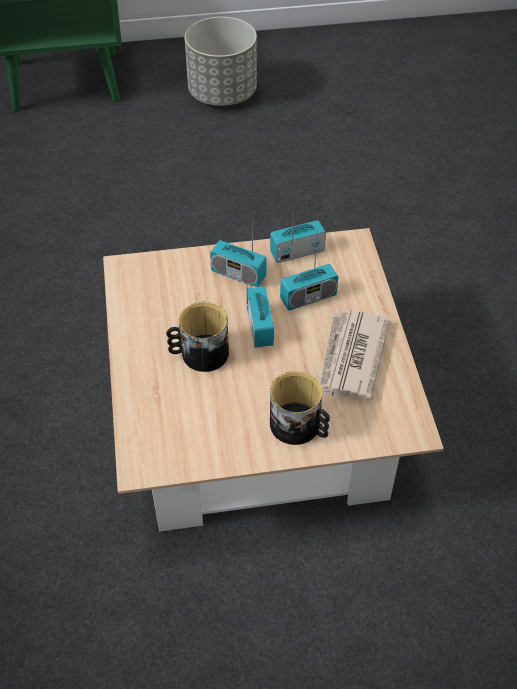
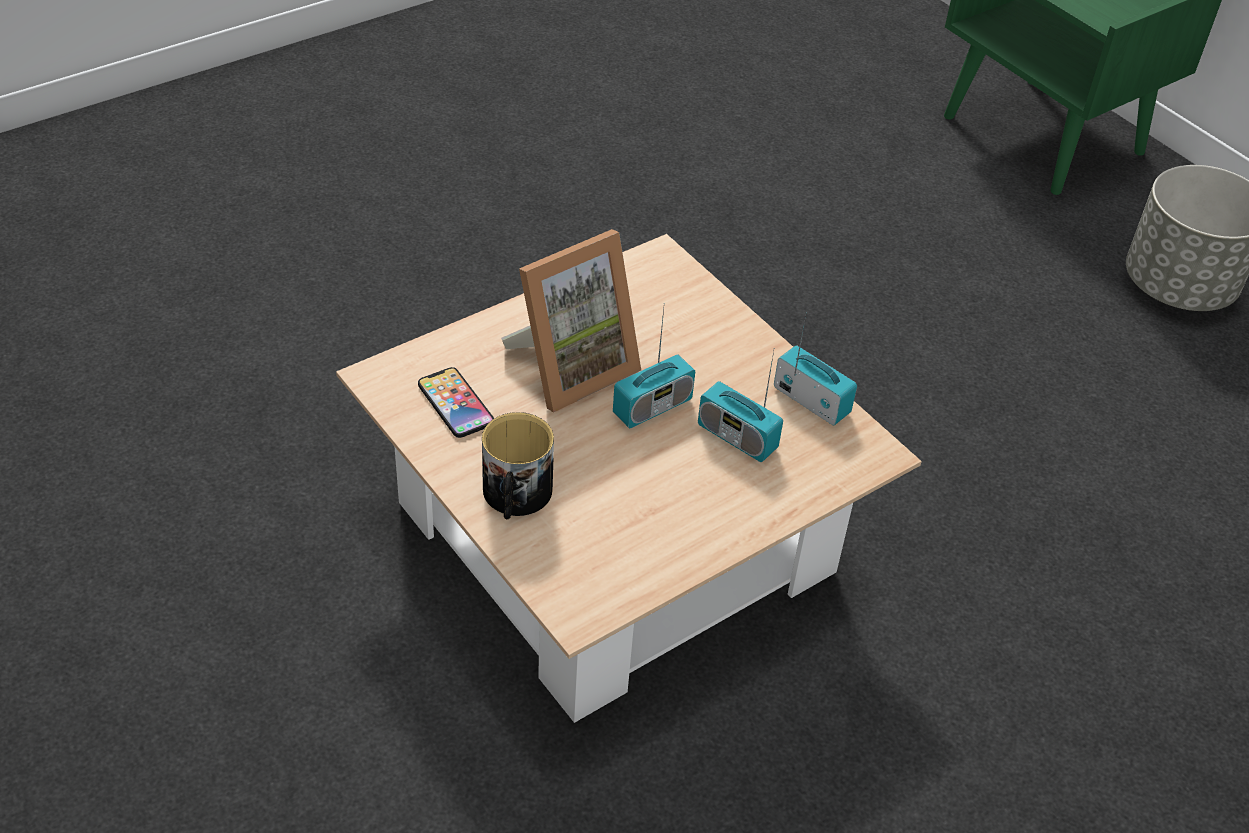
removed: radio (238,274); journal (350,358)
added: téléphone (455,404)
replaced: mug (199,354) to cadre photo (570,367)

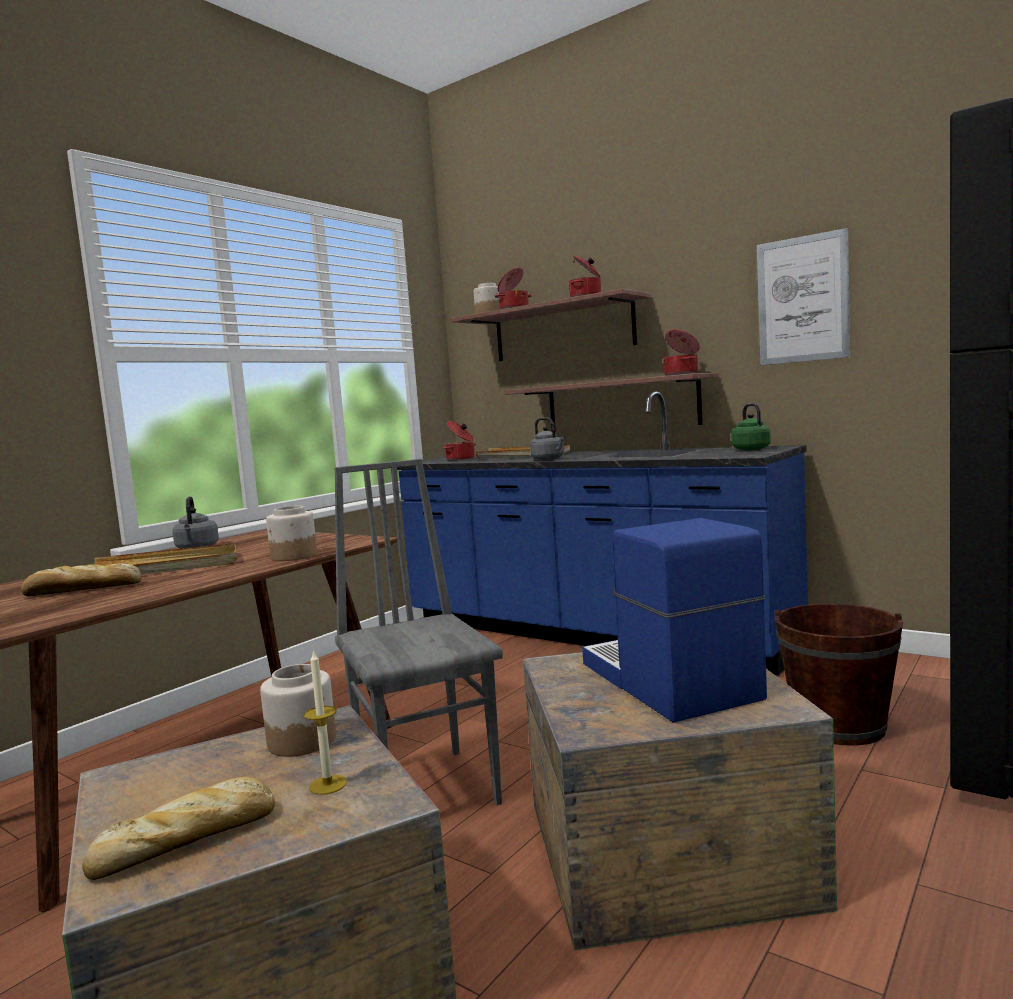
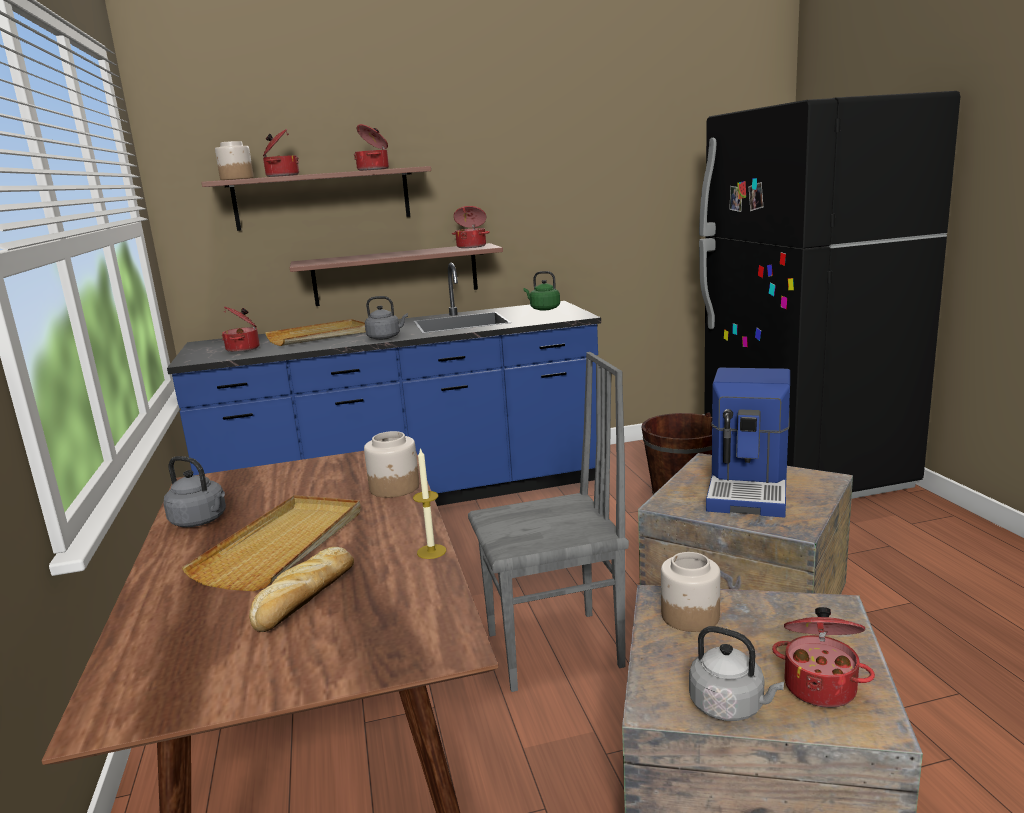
removed: tableau (802,299)
added: bouilloire [gris] (730,707)
moved: bougie (328,785) to (431,551)
replaced: pain (190,839) to marmite (820,686)
turned: chaise [gris] (429,788) = (556,651) 150 degrees clockwise; machine à café (666,682) = (750,488) 90 degrees counterclockwise

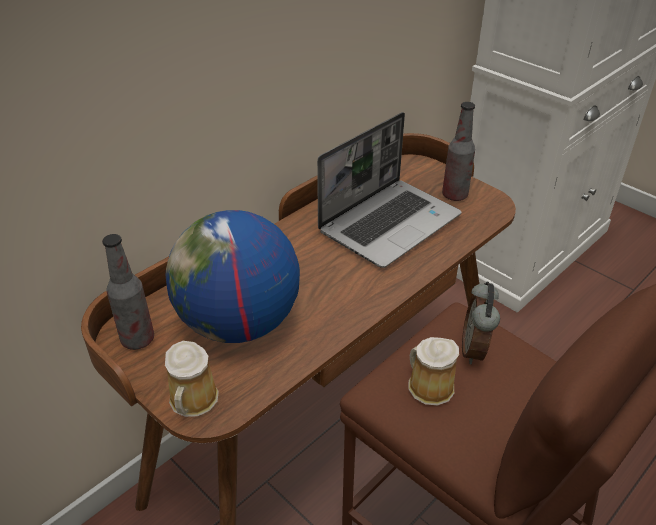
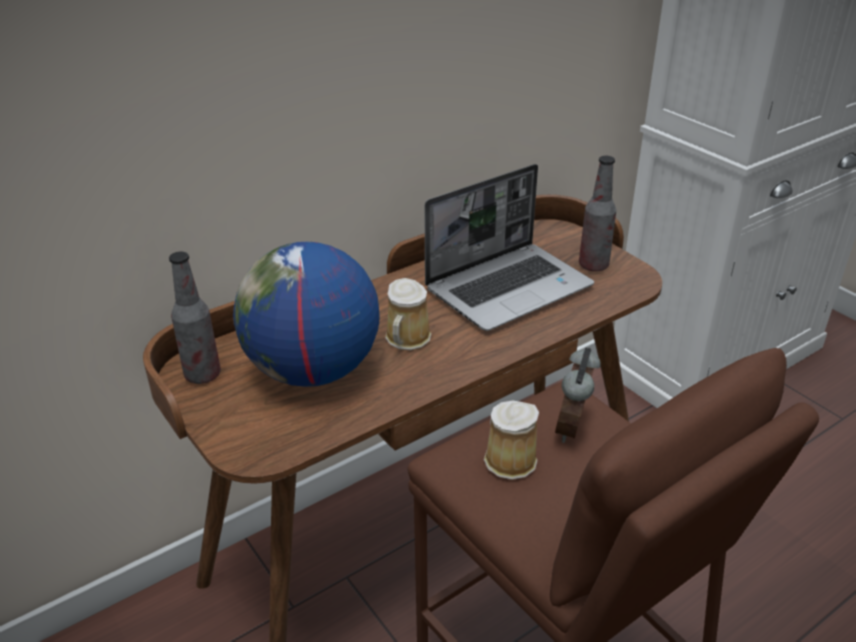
moved: mug (192,401) to (406,339)

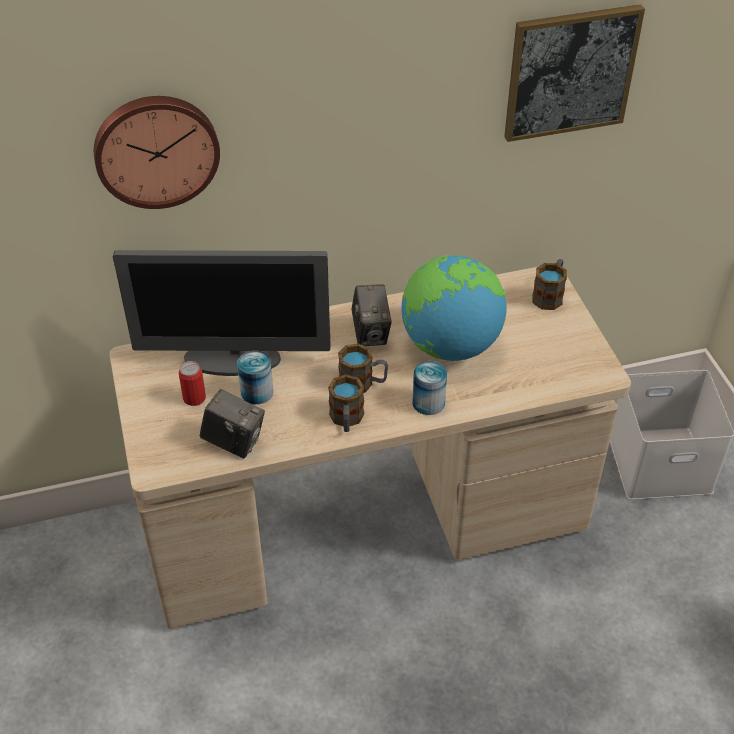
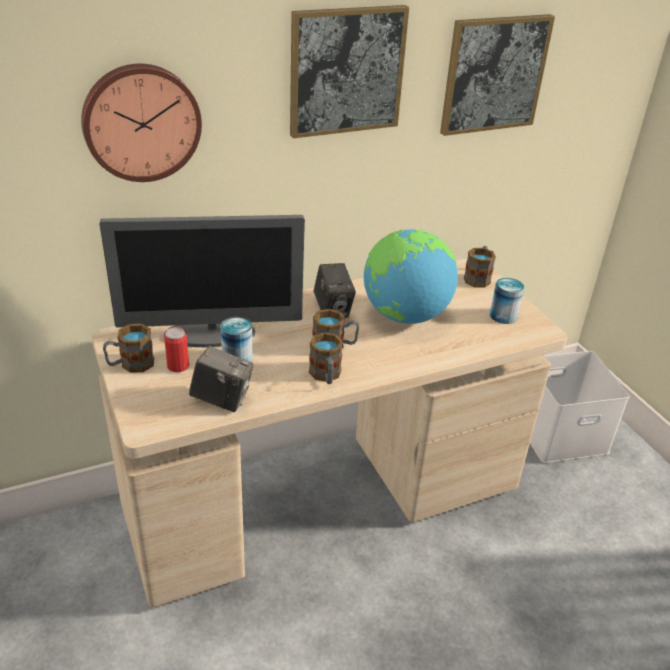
added: tableau (346,71); mug (130,364)
moved: boîte métallique (428,402) to (503,316)

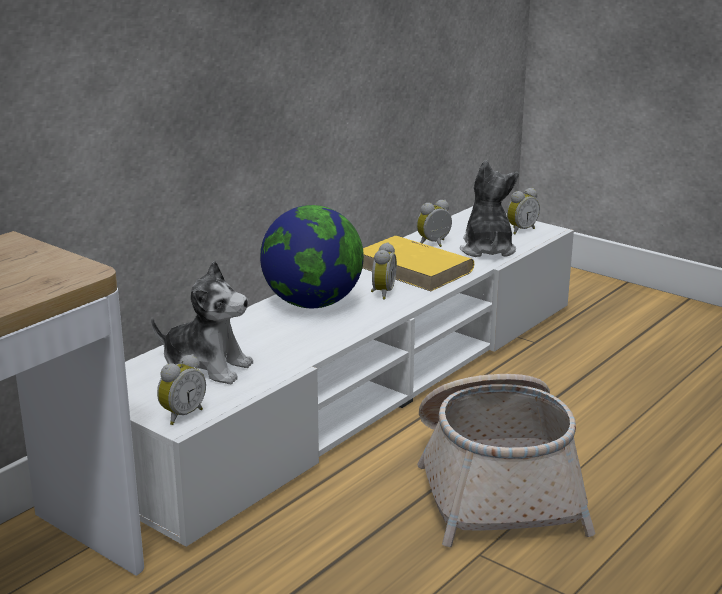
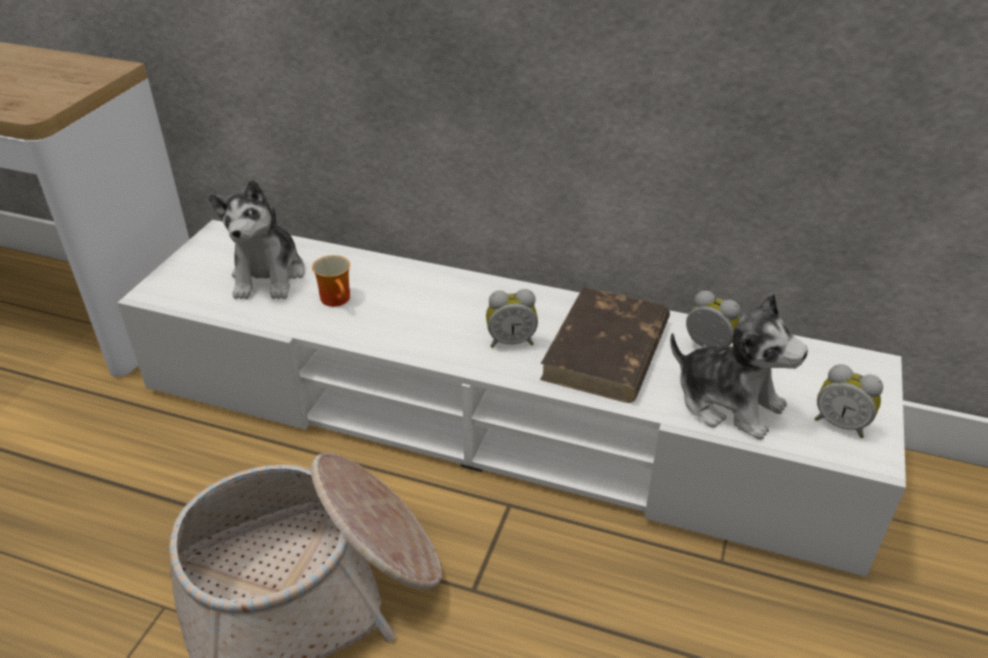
removed: globe (312,304); réveil (181,415)
added: mug (339,299)
recoloured: livre [jaune] (415,269) to livre [marron] (606,351)
turned: peluche (487,249) = (728,402) 60 degrees clockwise

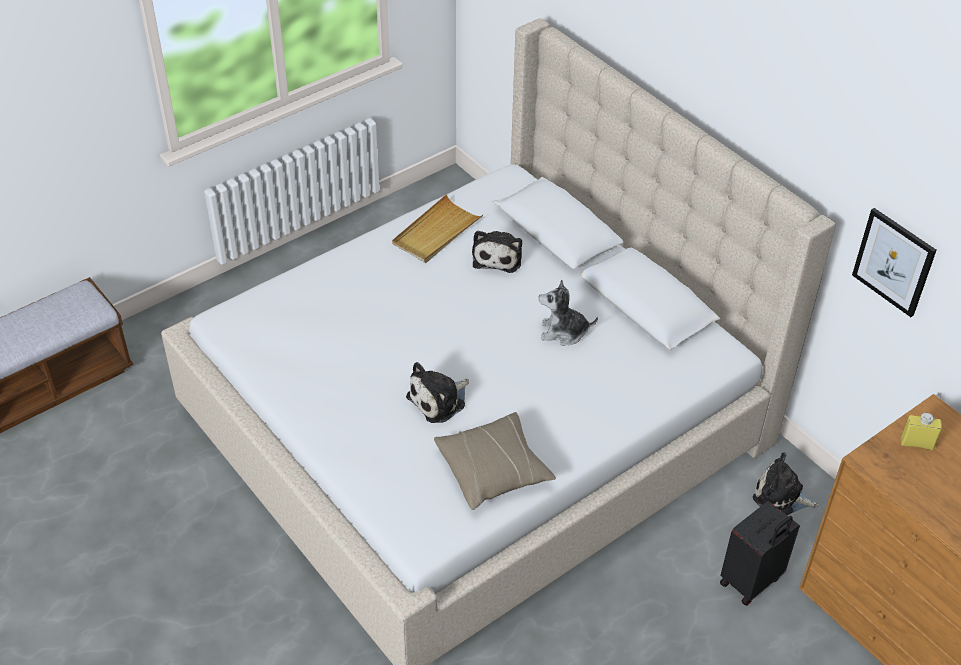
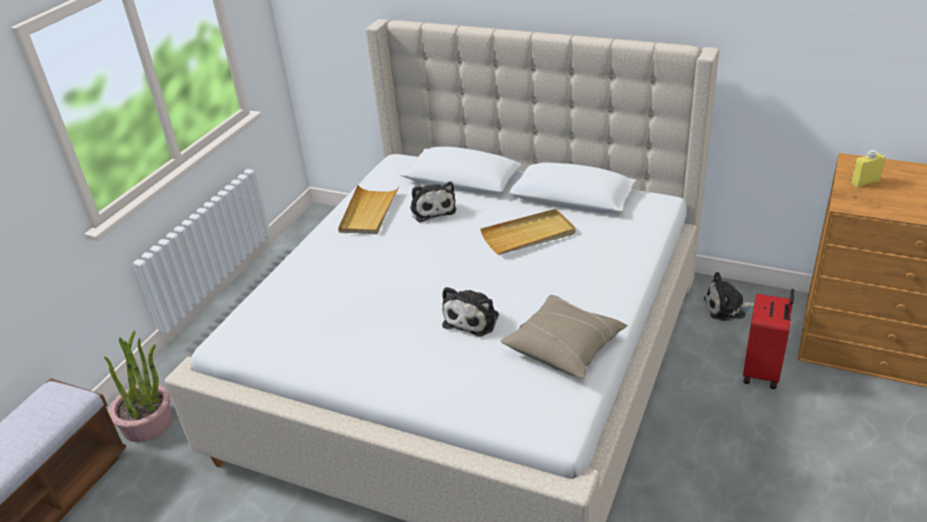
removed: tableau (894,262)
added: plante en pot (148,423)
replaced: peluche (563,332) to plateau [beige] (528,235)
recoloured: valise [noir] (751,581) to valise [rouge] (763,371)

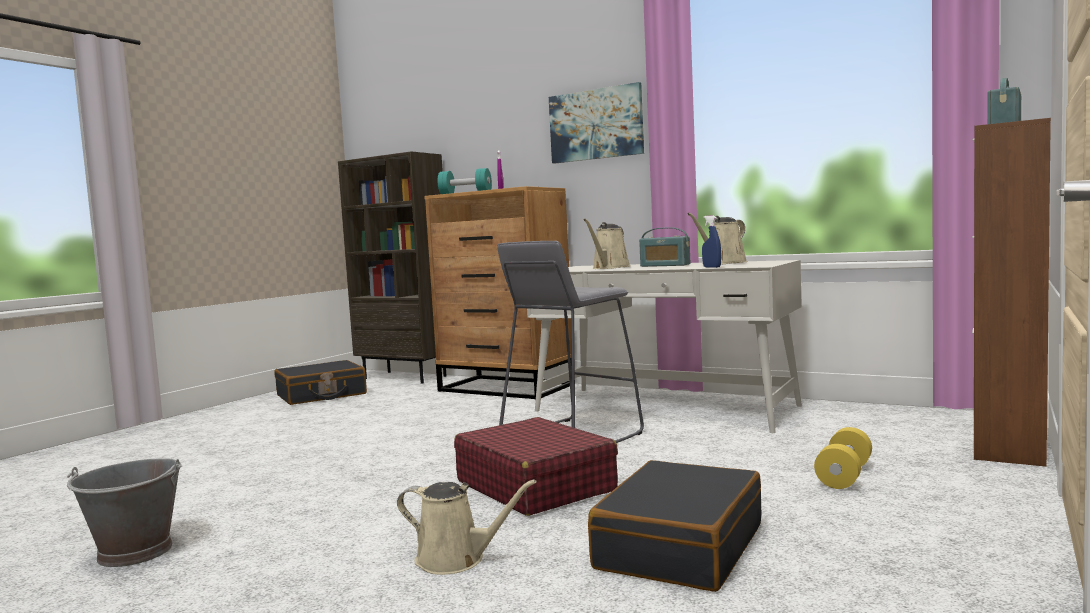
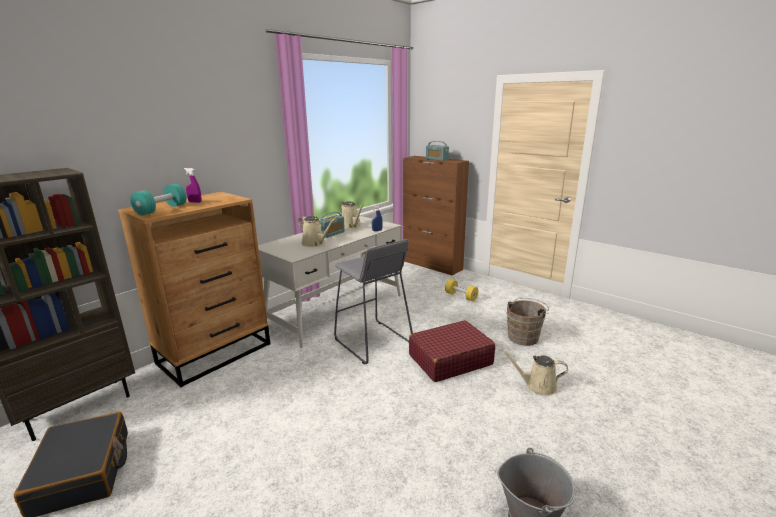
removed: tableau (596,124)
replaced: valise [noir] (679,546) to seau [marron] (524,337)
turned: arrosoir [beige] (456,560) = (537,386) 105 degrees counterclockwise

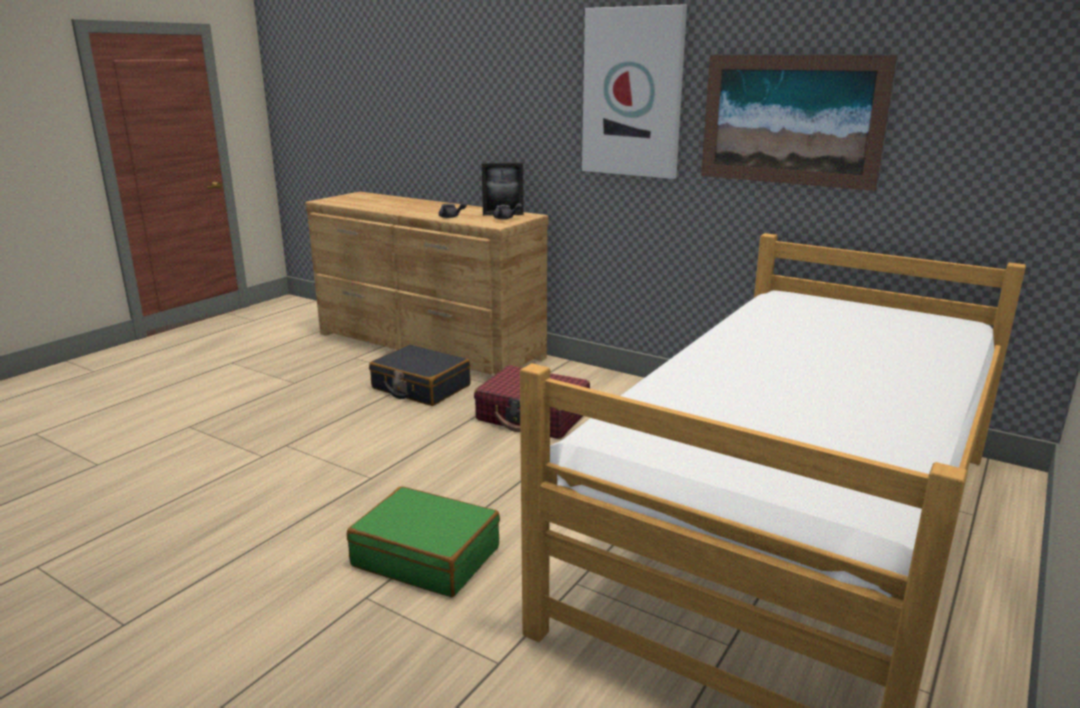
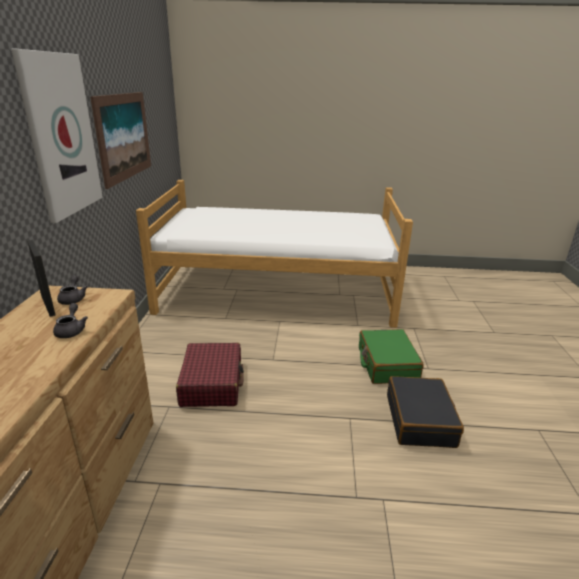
moved: valise [noir] (420,387) to (420,420)

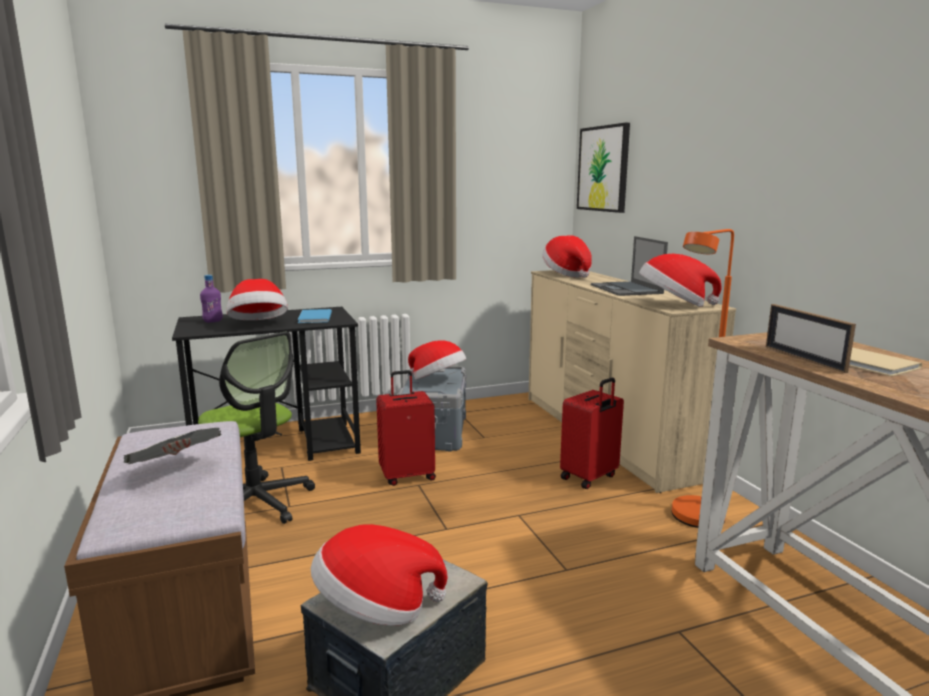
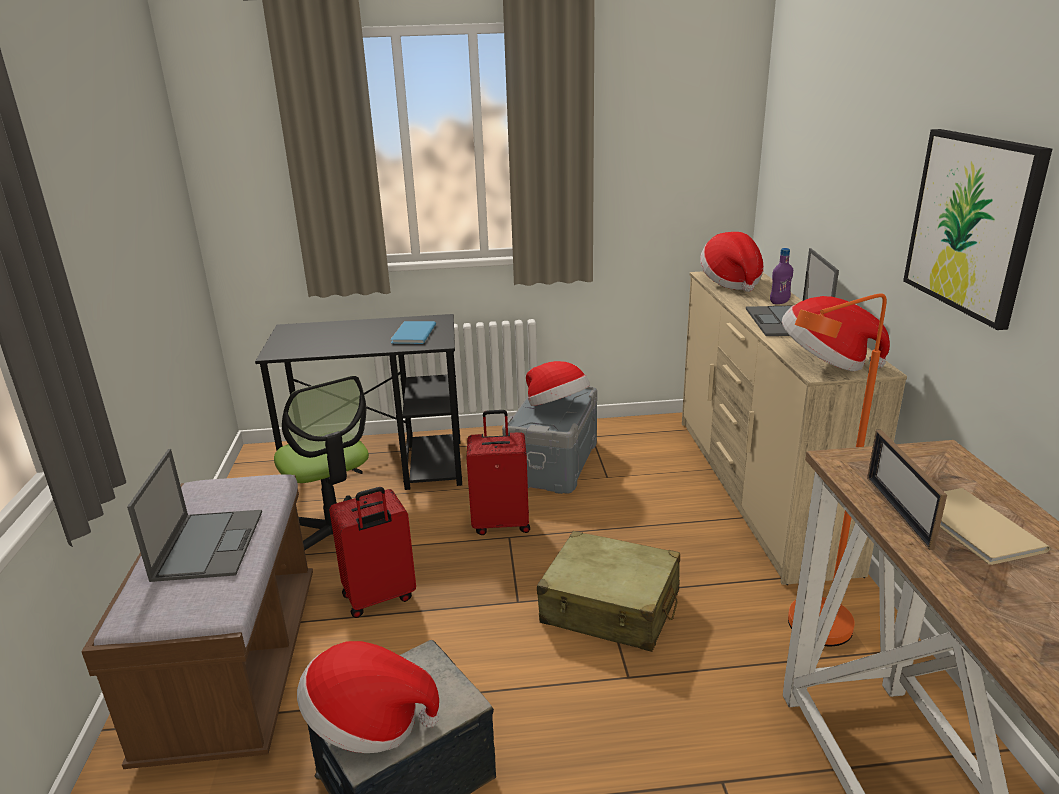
removed: chapeau (259,325)
added: valise [beige] (610,607)
moved: tableau (603,169) to (972,224); bouteille [violet] (213,321) to (779,302); valise [rouge] (590,477) to (379,598)
replaced: journal (176,470) to ordinateur portable (209,544)

